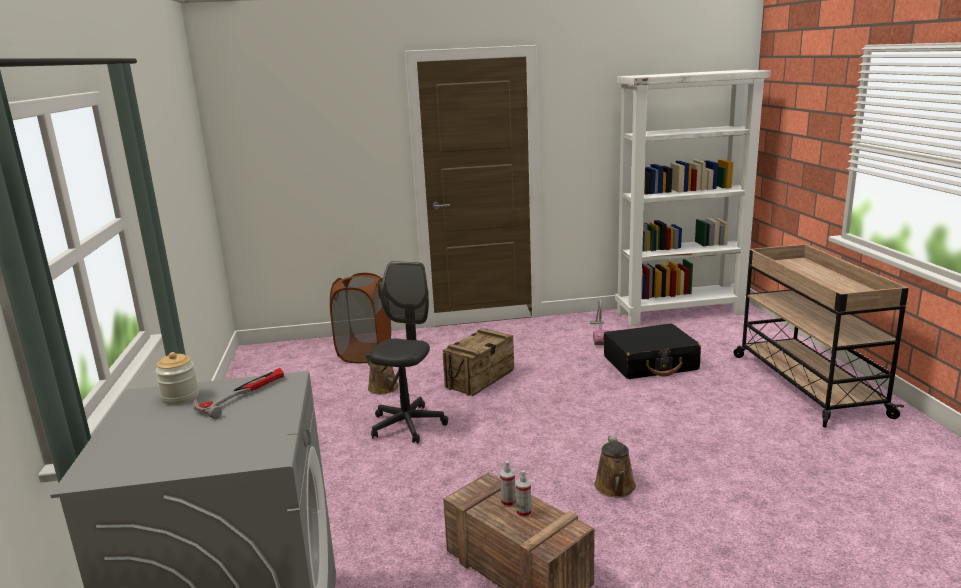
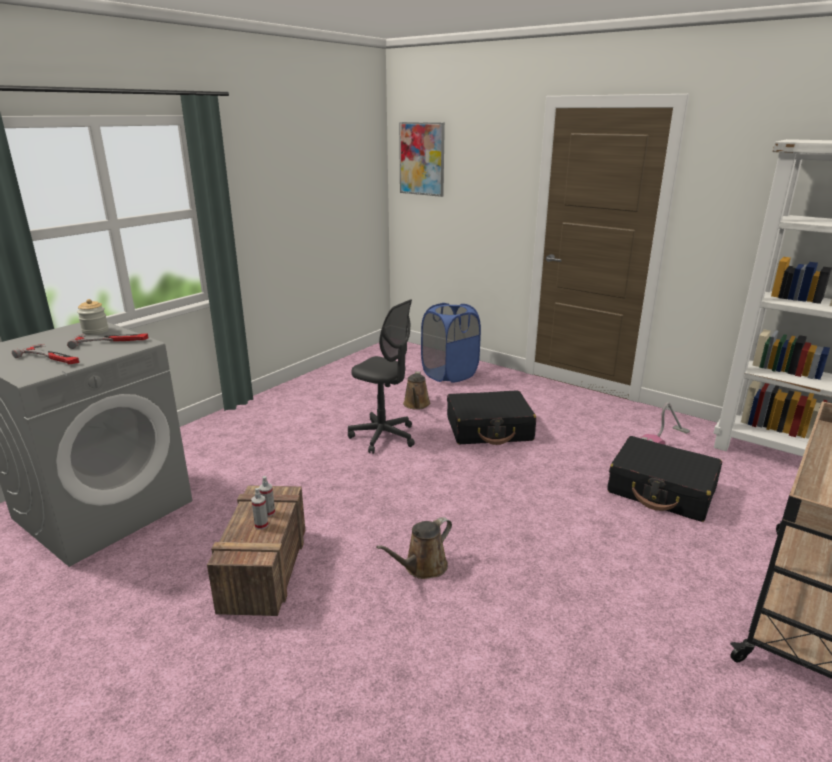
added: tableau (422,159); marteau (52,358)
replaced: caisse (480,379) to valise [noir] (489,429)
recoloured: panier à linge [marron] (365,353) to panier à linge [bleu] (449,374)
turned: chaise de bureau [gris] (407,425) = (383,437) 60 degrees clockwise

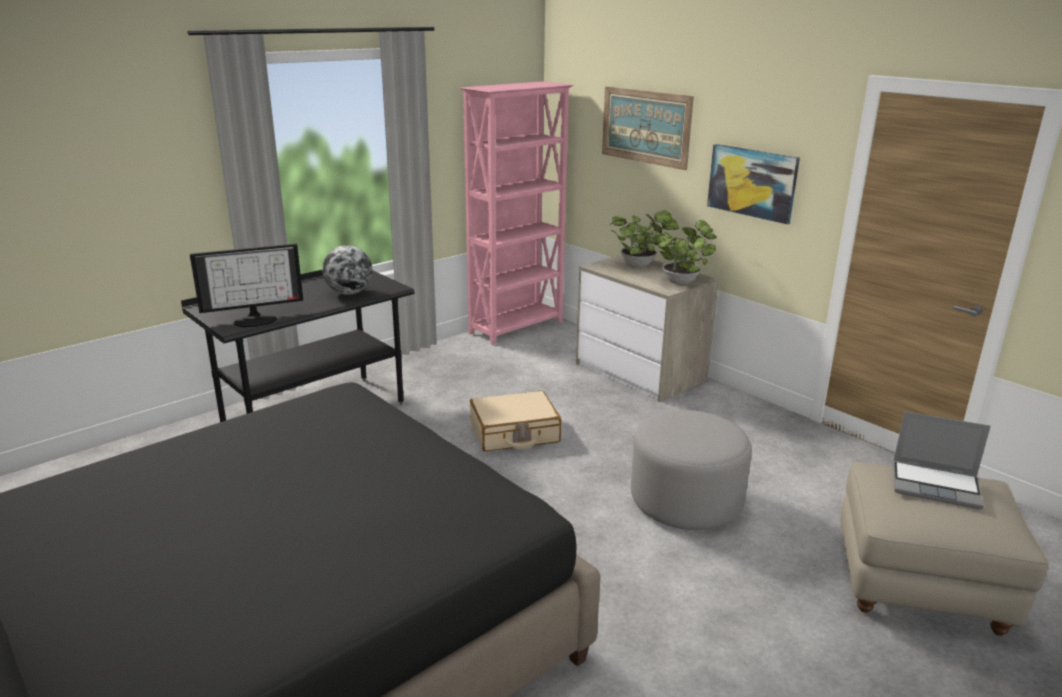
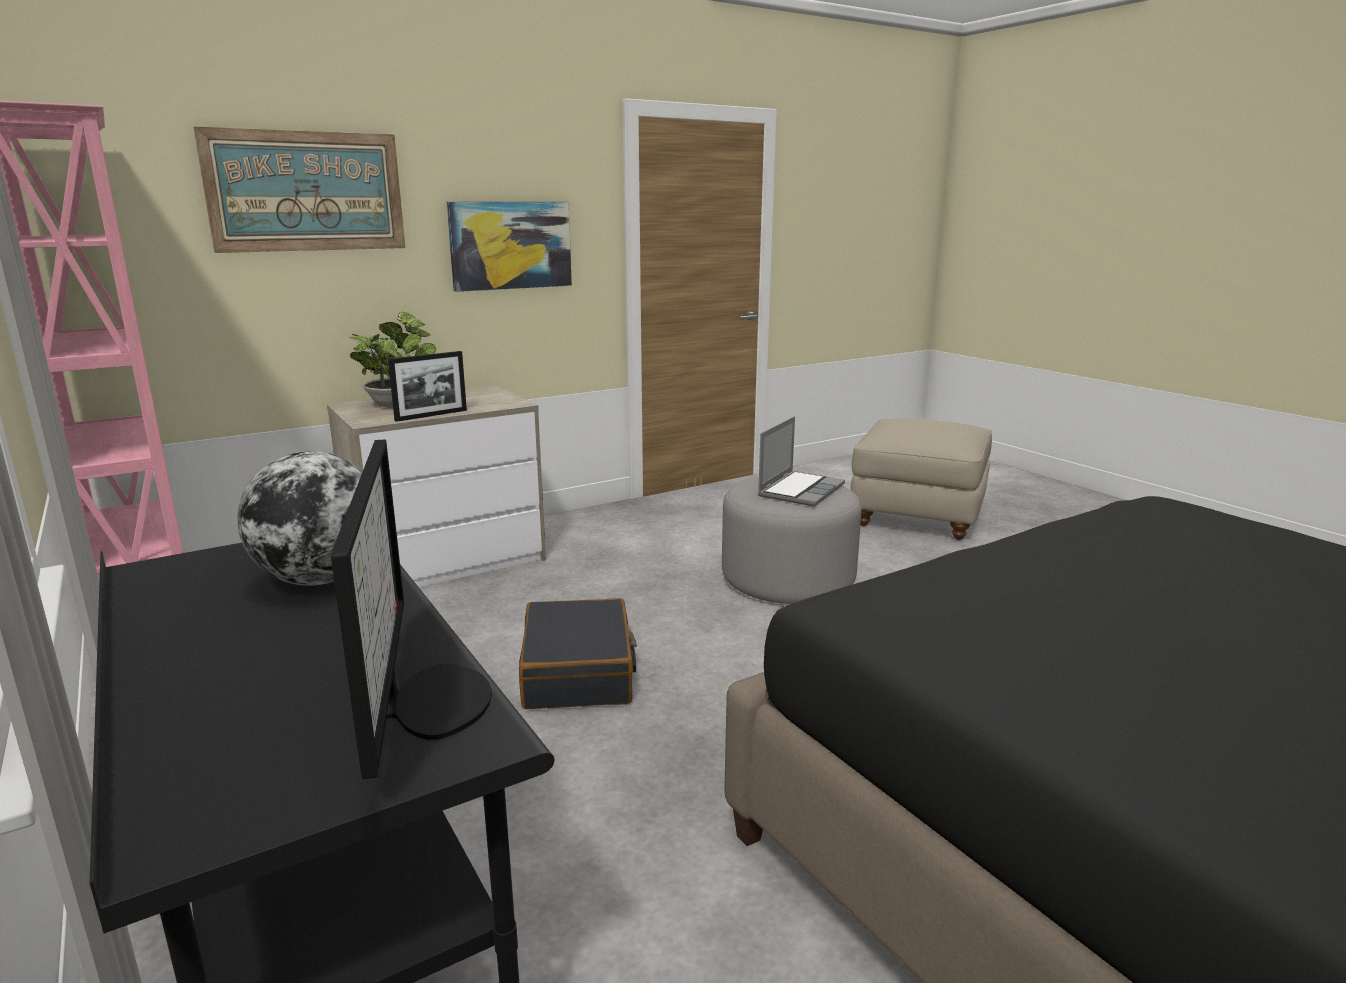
removed: plante en pot (682,281)
added: cadre photo (431,415)
moved: ordinateur portable (936,485) to (800,490)
recoloured: valise [beige] (514,433) to valise [noir] (578,672)

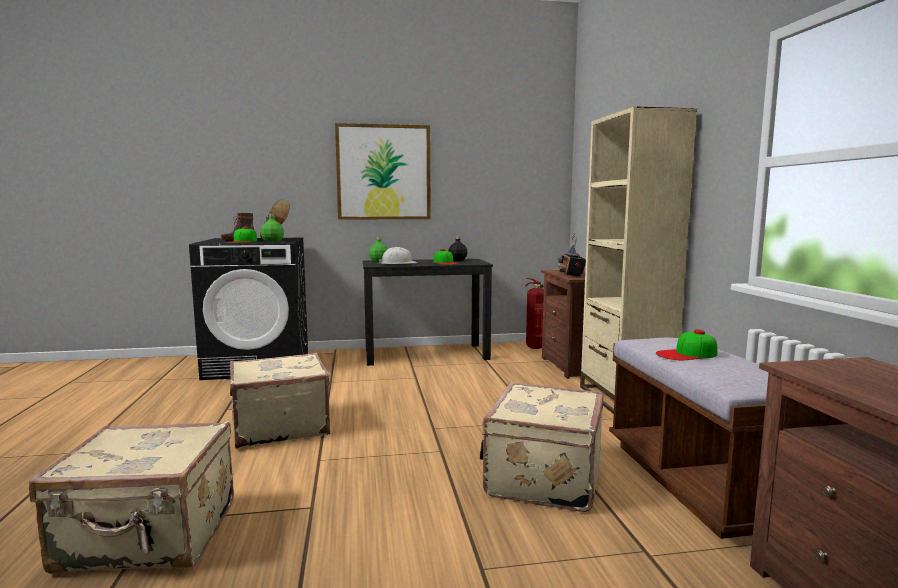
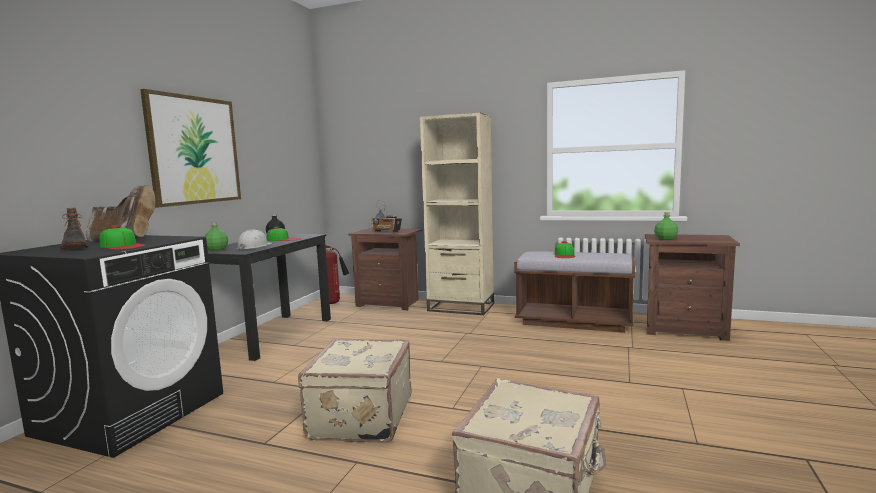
removed: valise [beige] (541,478)
moved: bouteille [vert] (272,241) to (665,239)

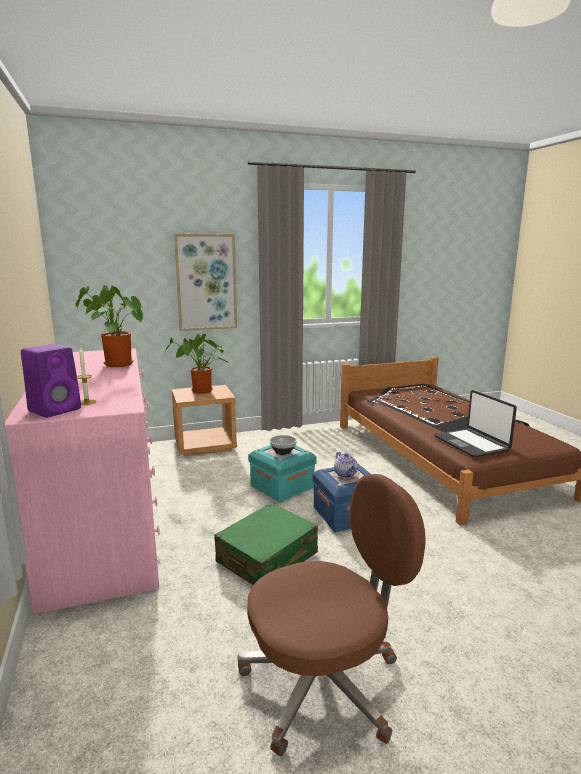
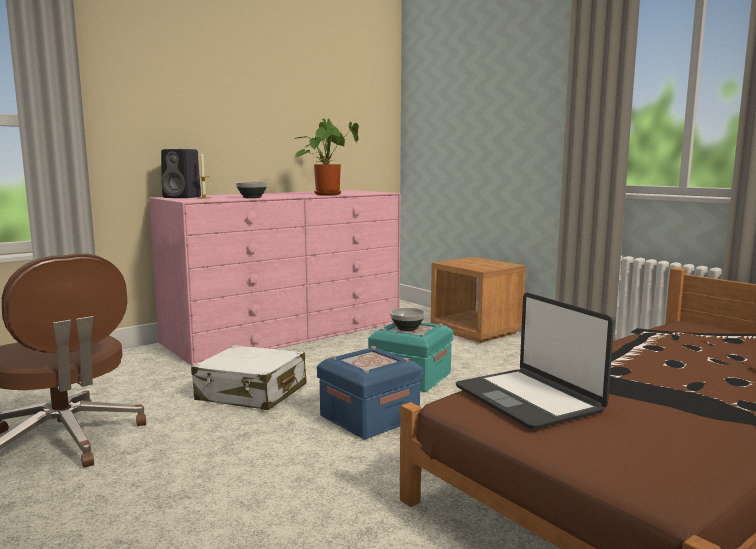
removed: tableau (206,282); plante en pot (201,391); théière (345,474)
added: bol (252,197)
recoloured: enceinte [violet] (56,410) to enceinte [noir] (183,197); valise [vert] (267,558) to valise [blanc] (251,393)
turned: ordinateur portable (471,443) = (529,399) 75 degrees counterclockwise

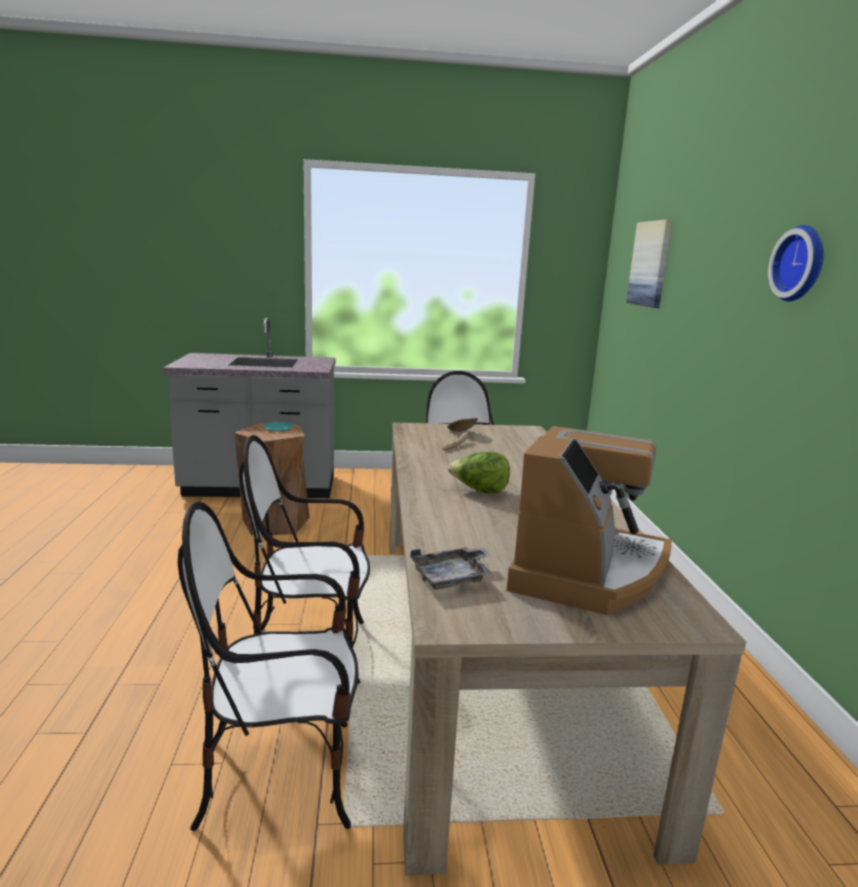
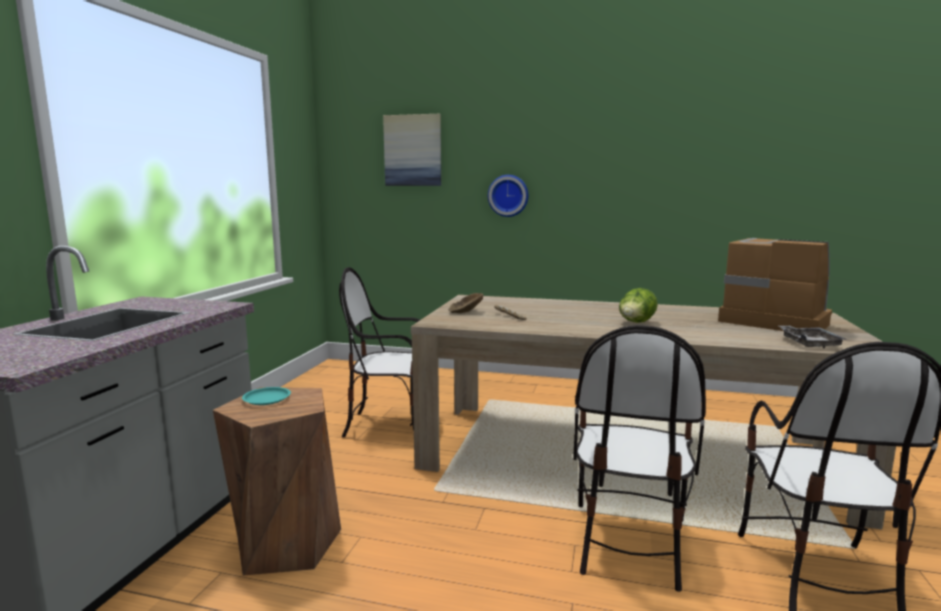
moved: horloge murale (801,264) to (508,195)

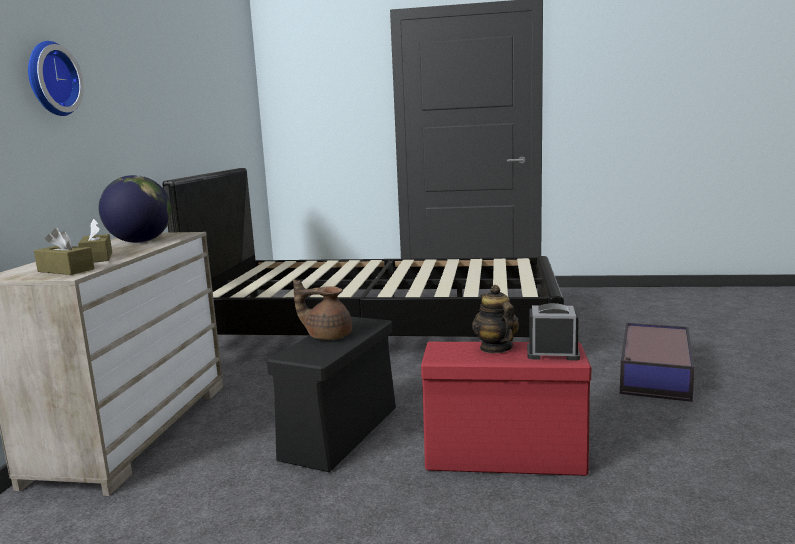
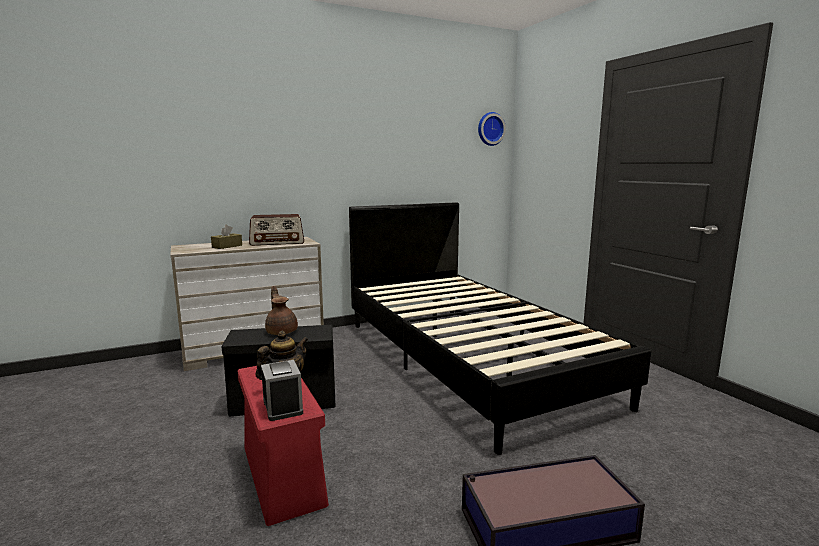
removed: boîte à mouchoirs [marron] (66,270)
moved: horloge murale (50,79) to (490,129)
replaced: globe (140,242) to radio (277,242)

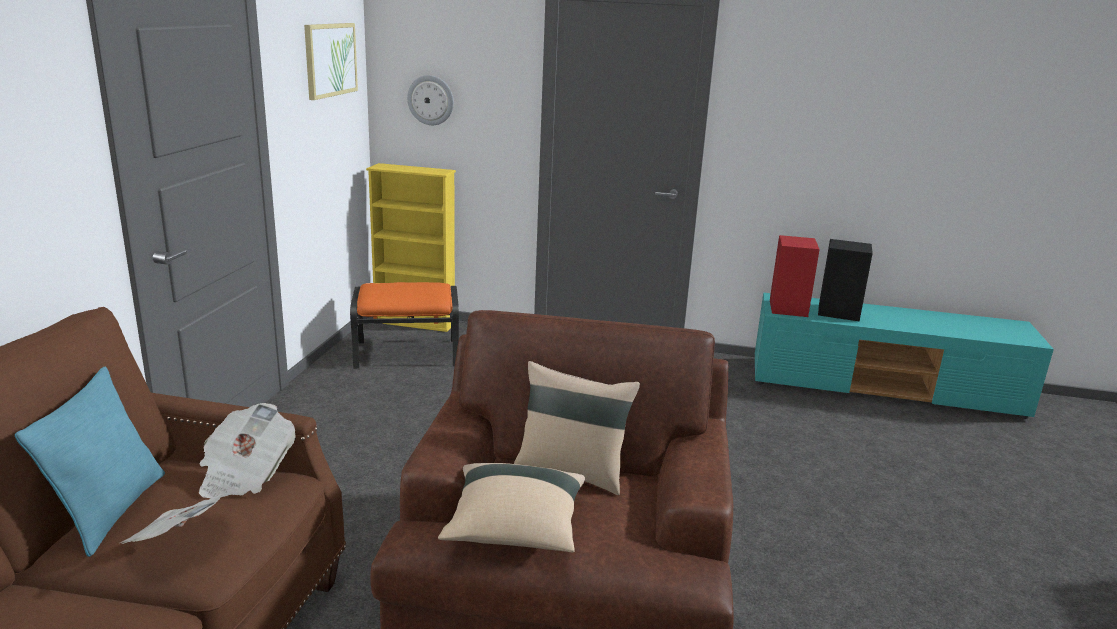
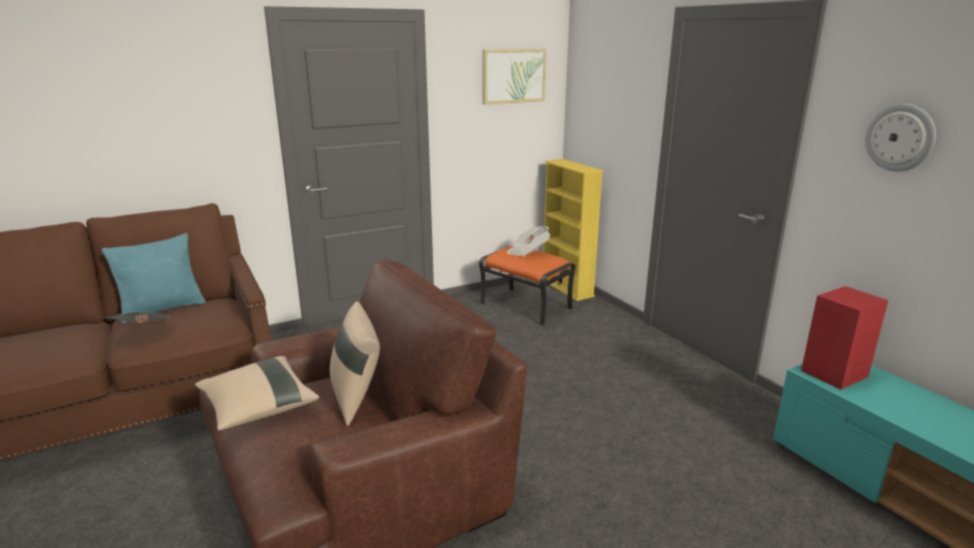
removed: enceinte [noir] (840,312)
moved: horloge murale (431,100) to (900,137); journal (245,474) to (528,252)

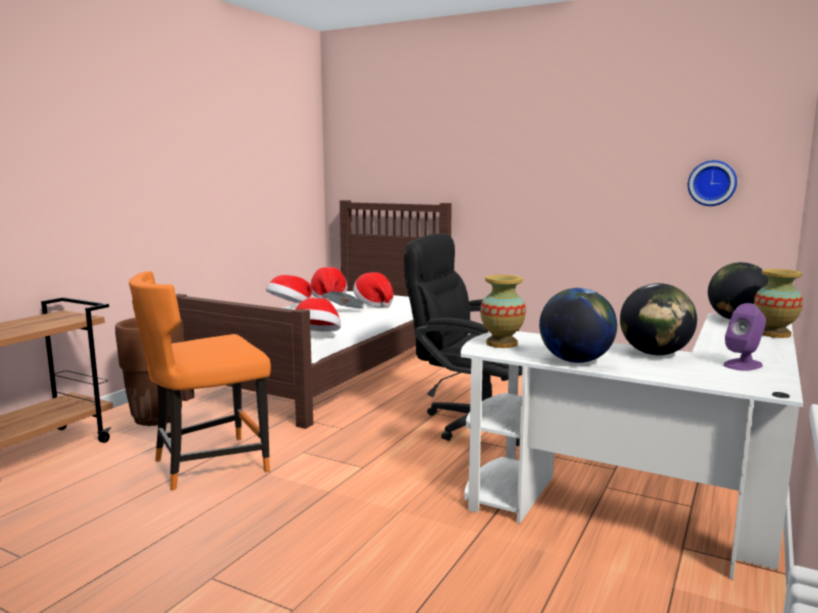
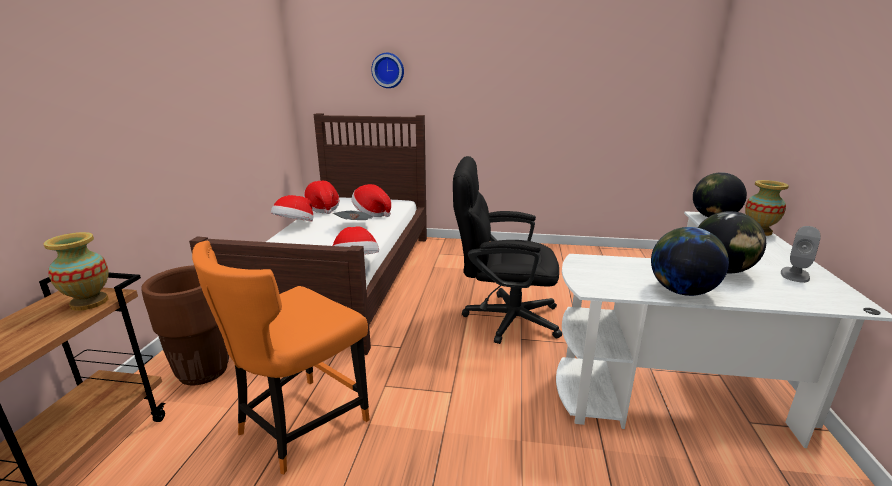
moved: horloge murale (712,183) to (388,70); vase (501,344) to (89,302)
recoloured: enceinte [violet] (743,365) to enceinte [gris] (795,274)

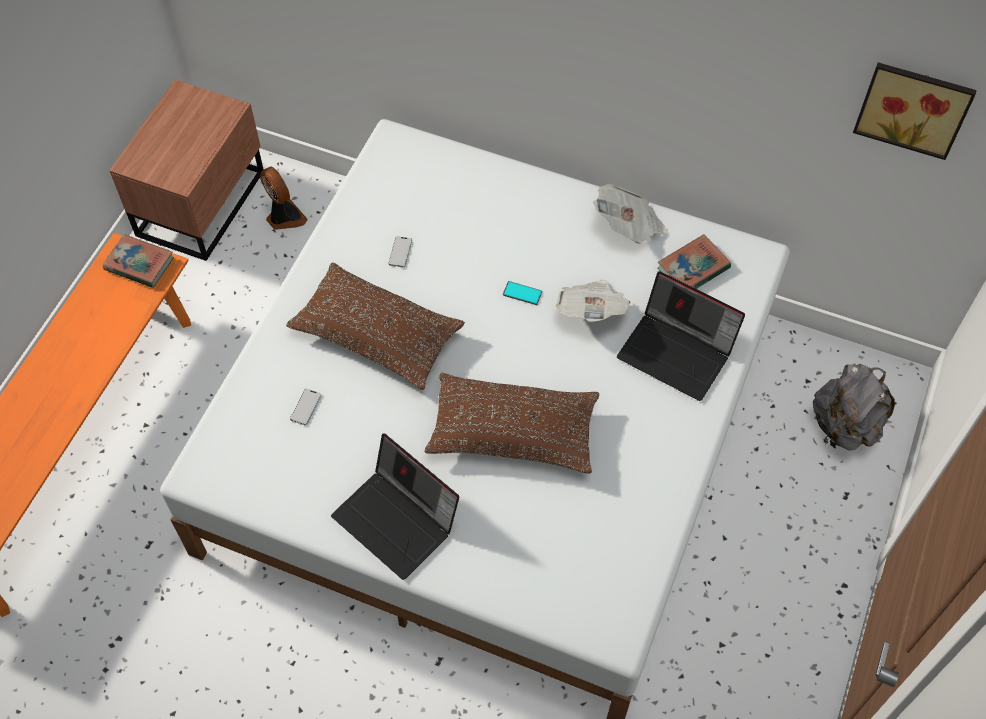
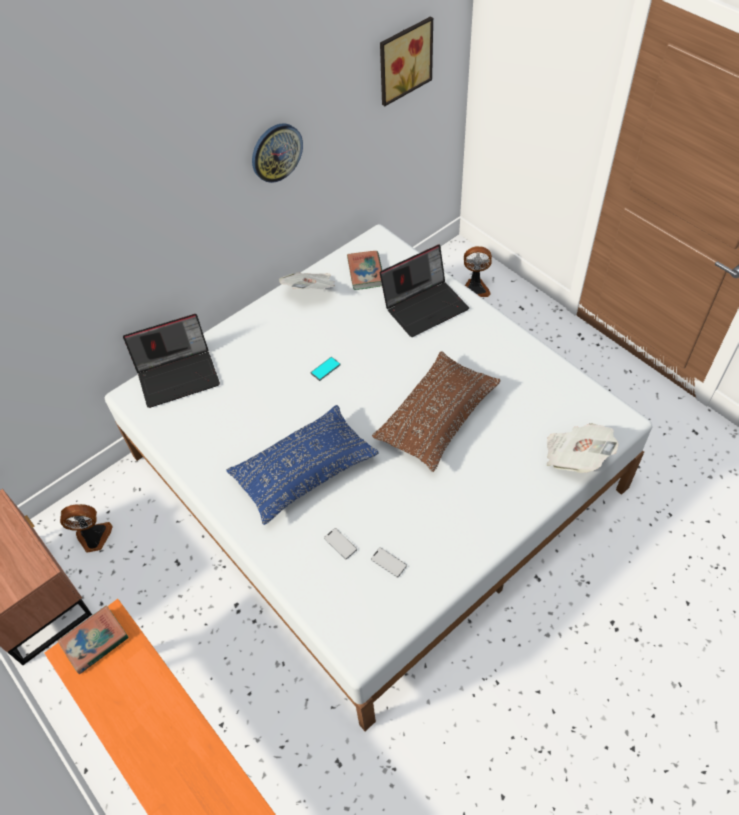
added: horloge murale (276,152)
moved: téléphone (400,252) to (388,562); journal (591,311) to (575,456); ordinateur portable (398,521) to (179,375)
replaced: sac à dos [gris] (844,426) to ventilateur (475,288)
recoloured: coussin [marron] (377,335) to coussin [bleu] (304,471)

